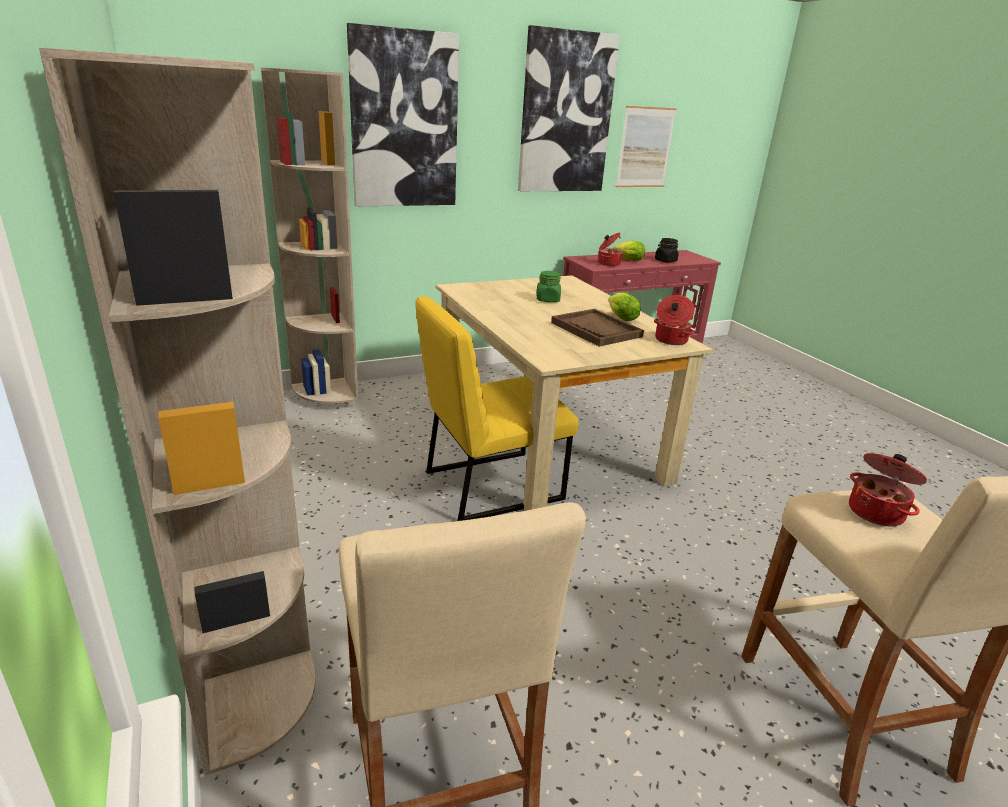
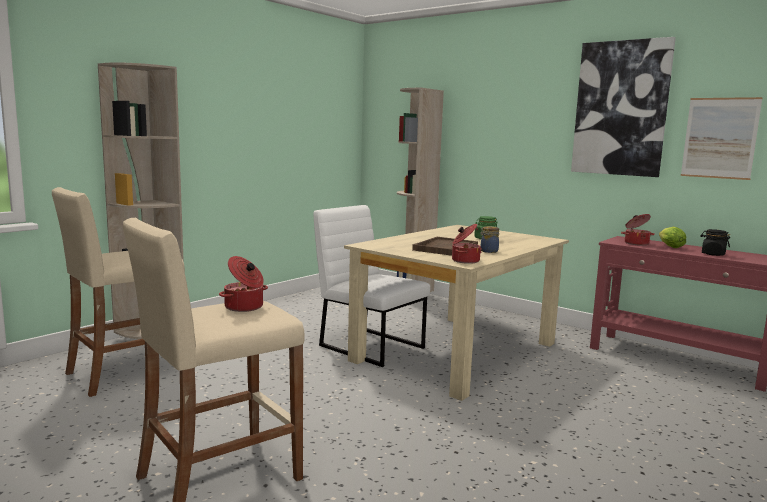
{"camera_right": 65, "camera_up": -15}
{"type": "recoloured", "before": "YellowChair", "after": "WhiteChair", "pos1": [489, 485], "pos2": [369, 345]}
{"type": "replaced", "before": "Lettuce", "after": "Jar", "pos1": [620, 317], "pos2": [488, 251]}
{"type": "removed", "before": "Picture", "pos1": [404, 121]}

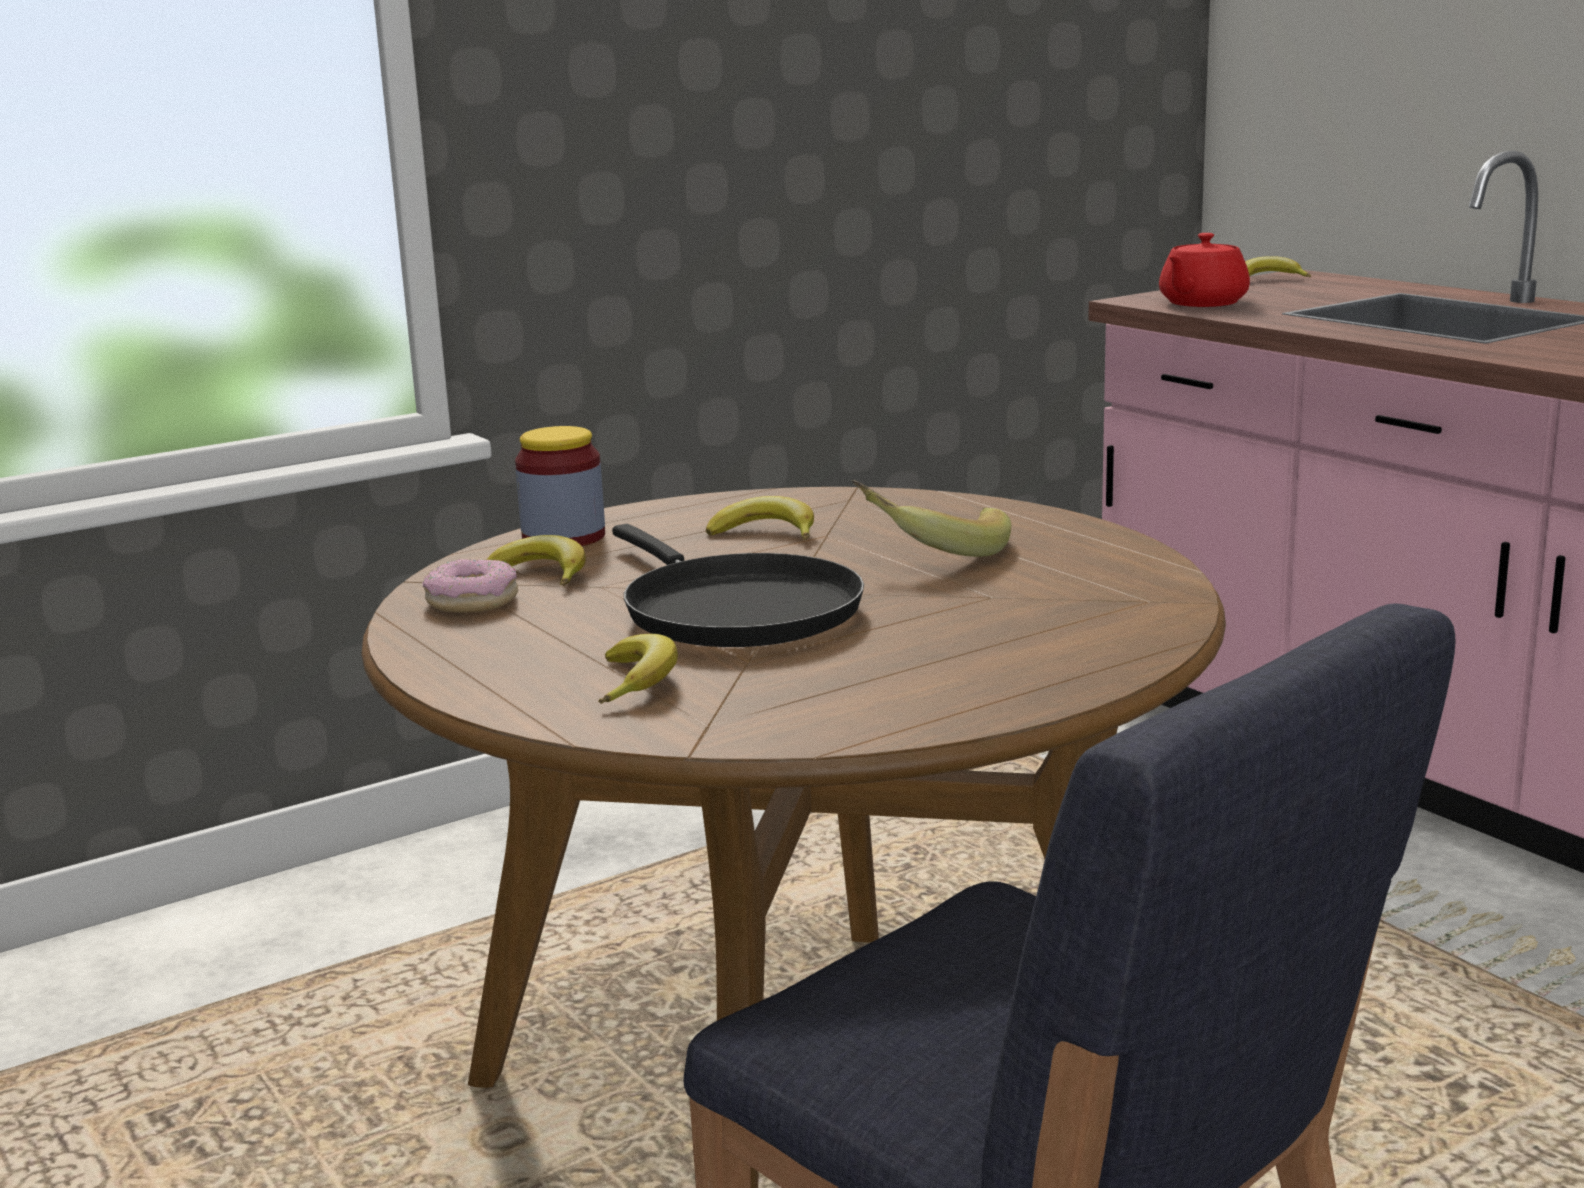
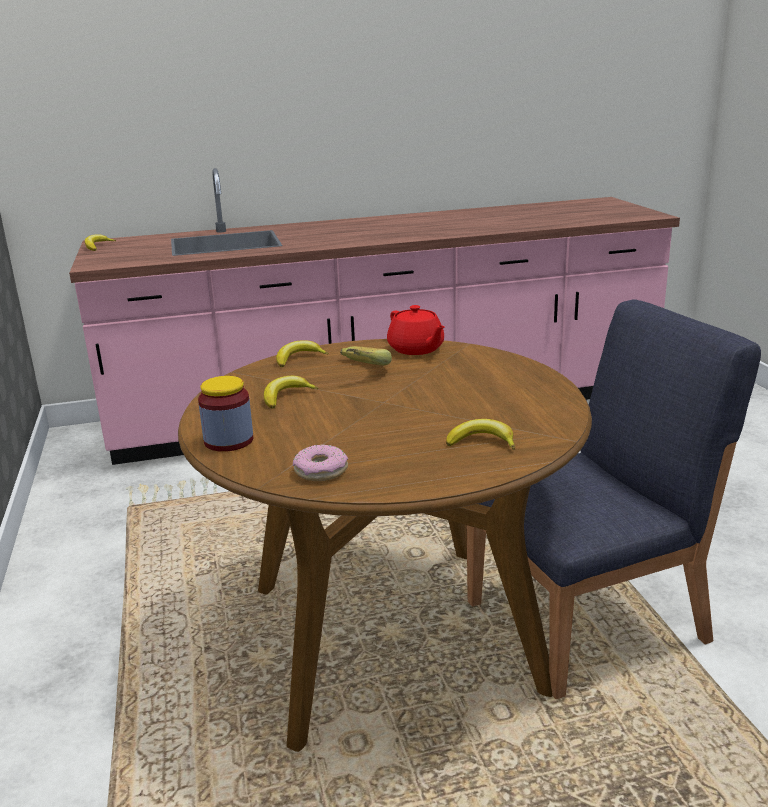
{"camera_right": -70, "camera_up": 5}
{"type": "moved", "before": "Banana", "pos1": [541, 574], "pos2": [299, 359]}
{"type": "moved", "before": "RedTeapot", "pos1": [1201, 303], "pos2": [416, 349]}
{"type": "removed", "before": "BlackFryingPan", "pos1": [734, 610]}

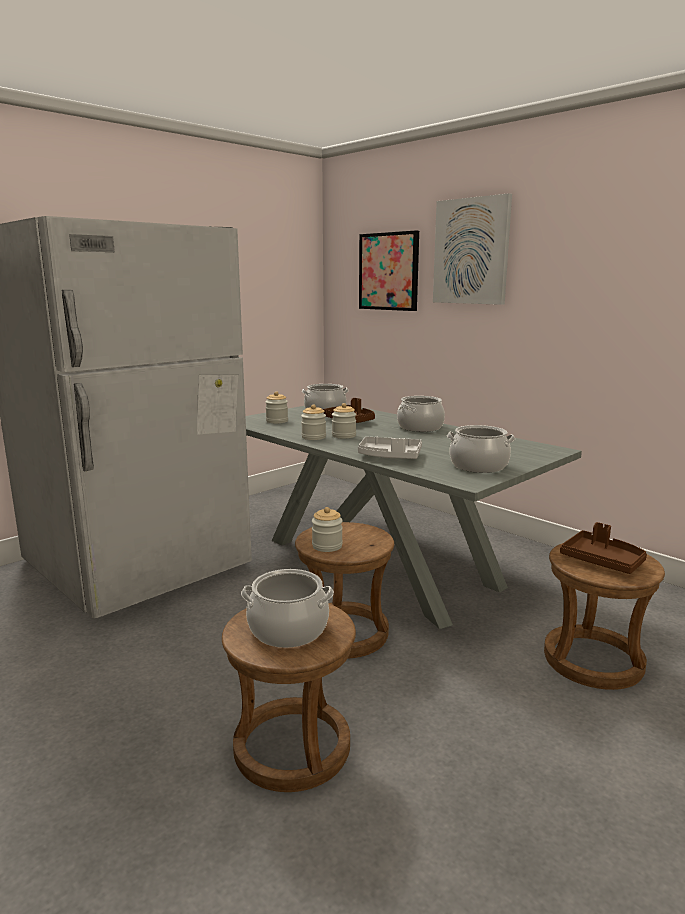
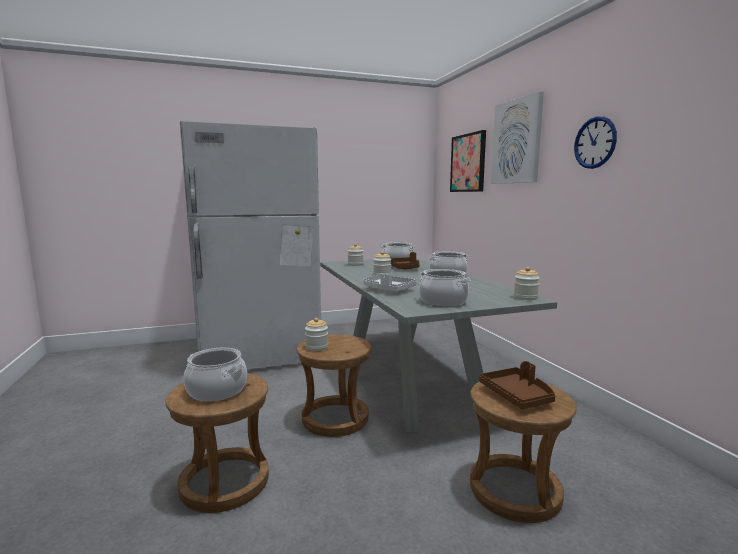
{"camera_right": 25, "camera_up": -5}
{"type": "moved", "before": "Jar", "pos1": [313, 437], "pos2": [525, 297]}
{"type": "added", "after": "WallClock", "pos2": [595, 142]}

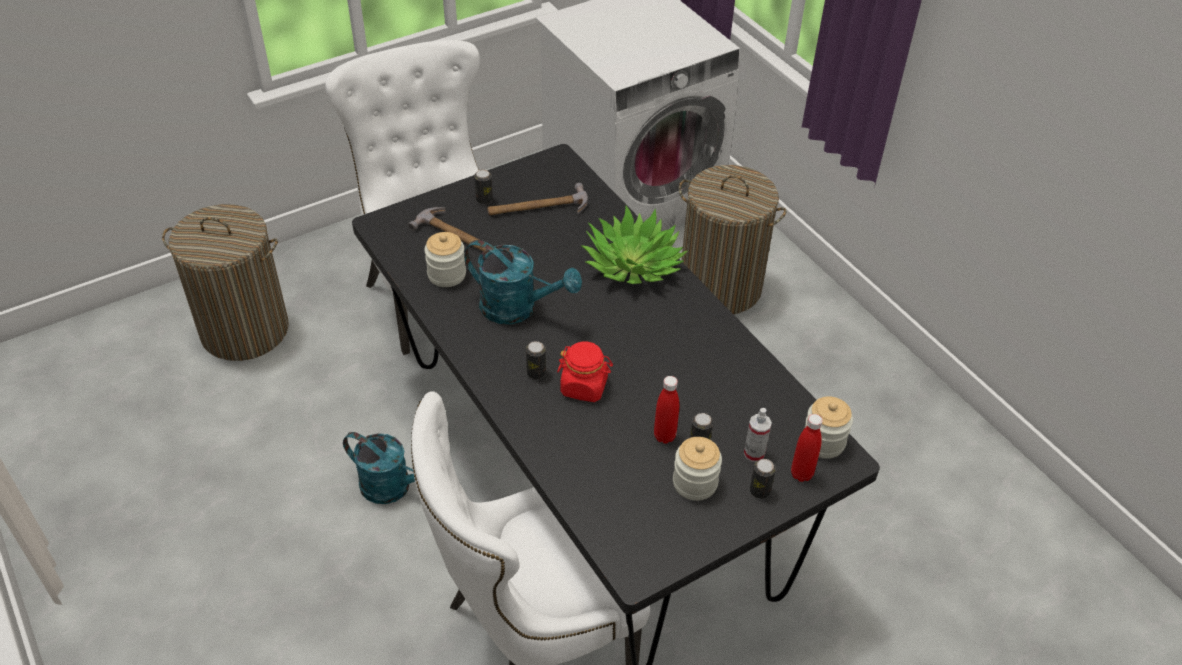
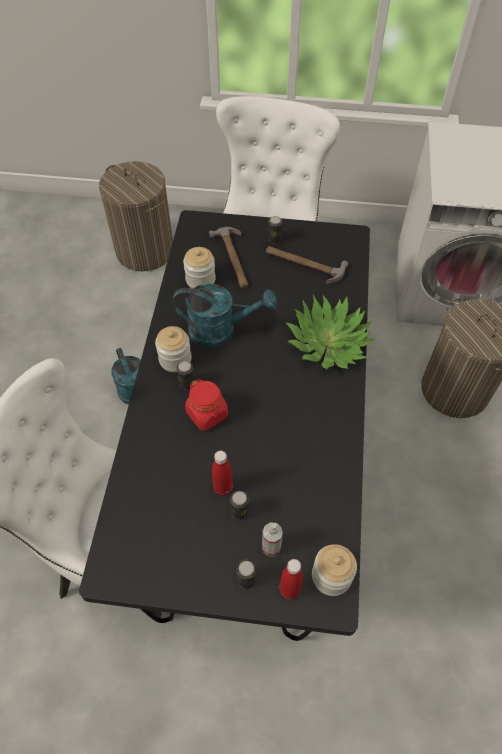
{"camera_right": 40, "camera_up": 10}
{"type": "moved", "before": "Jar", "pos1": [695, 483], "pos2": [175, 359]}
{"type": "turned", "before": "TurquoiseWateringCan", "pos1": [518, 308], "pos2": [220, 330], "turn": -60}

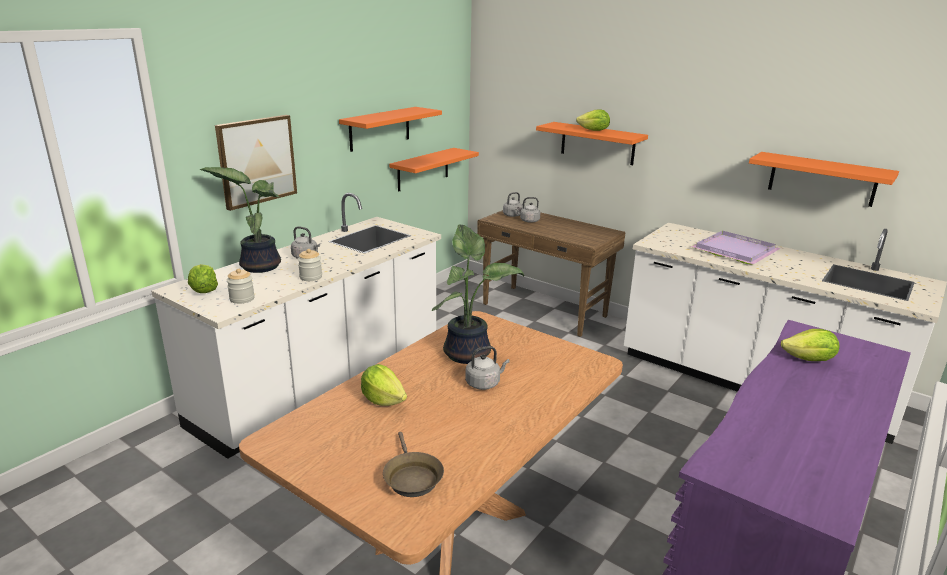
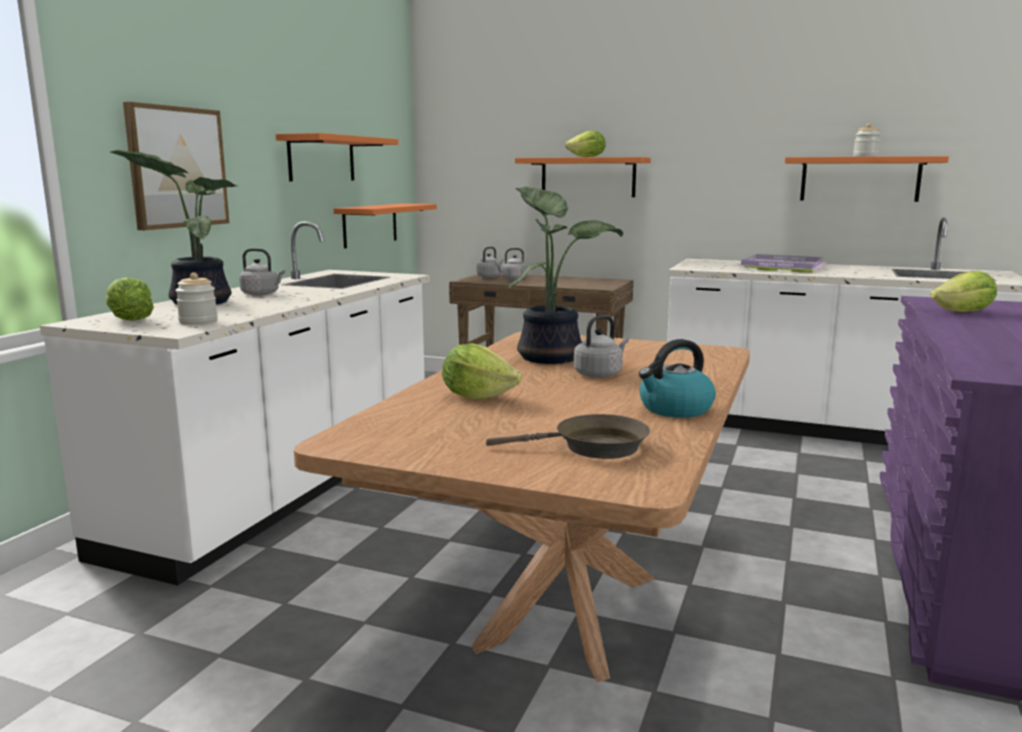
{"camera_right": -15, "camera_up": -10}
{"type": "turned", "before": "BrownFryingPan", "pos1": [411, 477], "pos2": [593, 447], "turn": -60}
{"type": "added", "after": "Kettle", "pos2": [675, 409]}
{"type": "moved", "before": "Jar", "pos1": [311, 277], "pos2": [865, 156]}

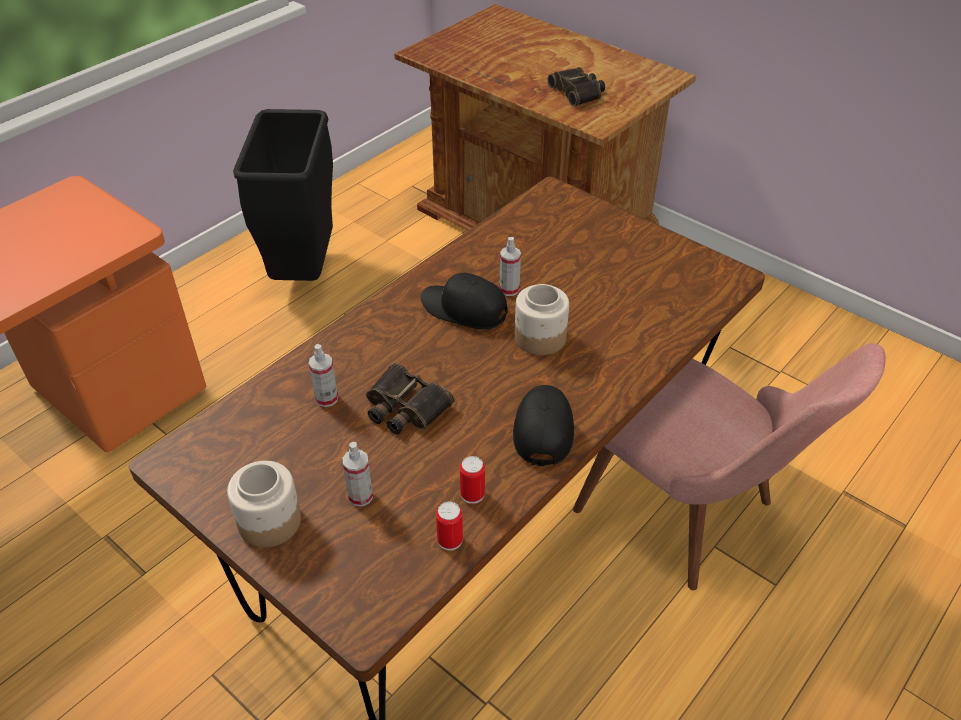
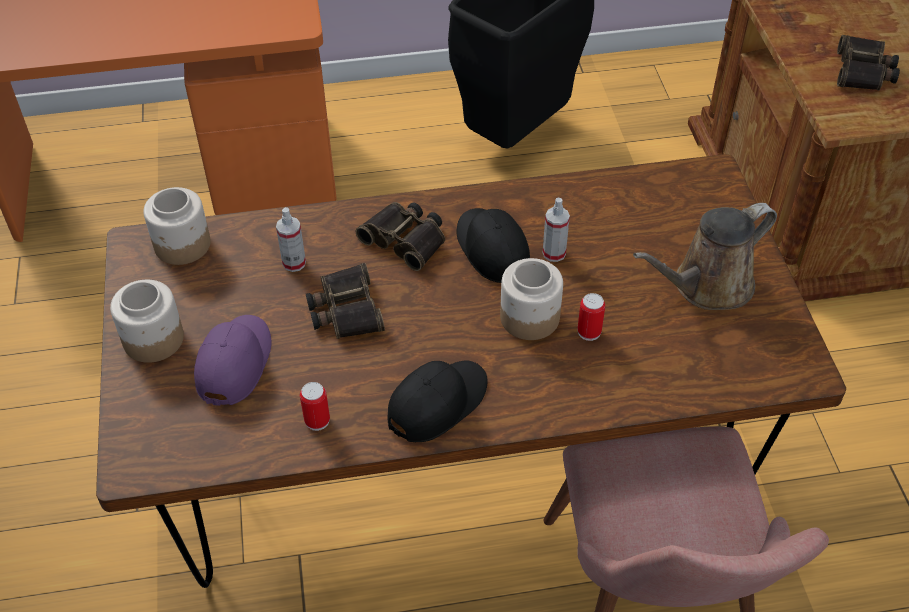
{"camera_right": 40, "camera_up": 5}
{"type": "added", "after": "Jar", "pos2": [182, 245]}
{"type": "replaced", "before": "SprayBottle", "after": "PurpleCap", "pos1": [360, 496], "pos2": [234, 363]}
{"type": "added", "after": "Binoculars", "pos2": [406, 239]}
{"type": "moved", "before": "Can", "pos1": [450, 540], "pos2": [589, 332]}
{"type": "added", "after": "BrownWateringCan", "pos2": [707, 286]}

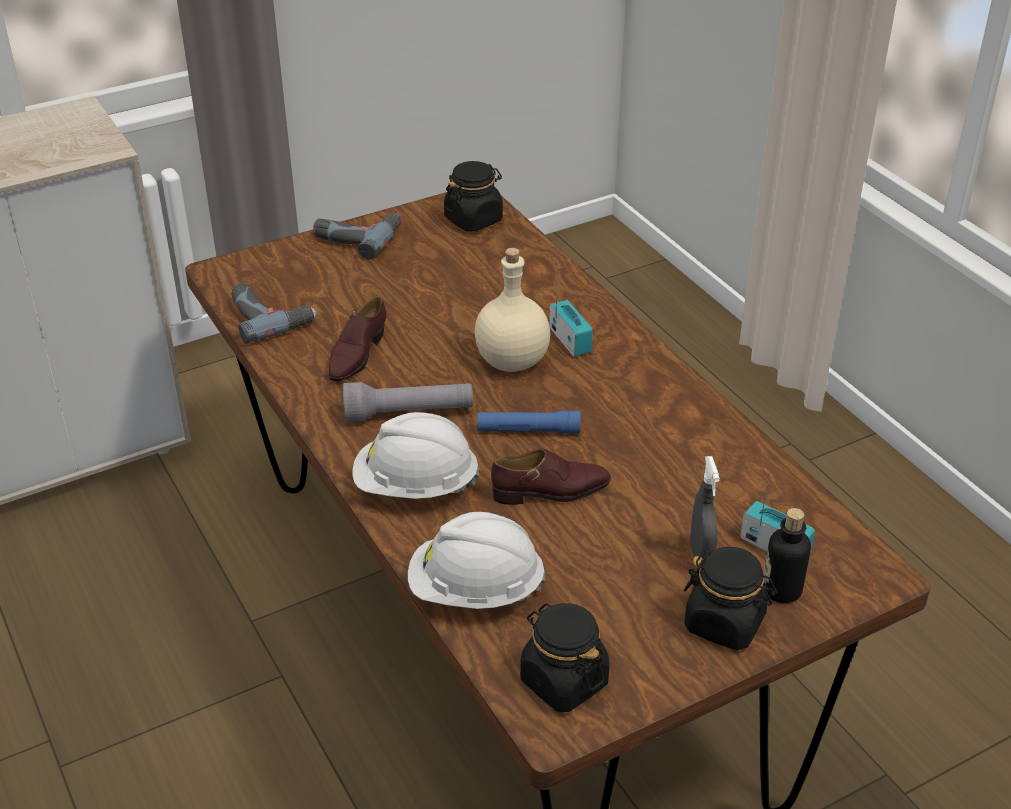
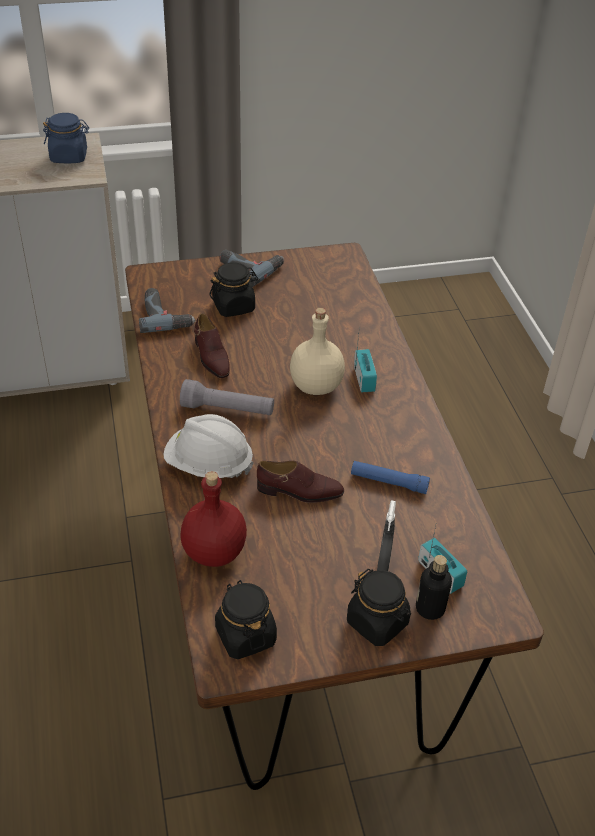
{"camera_right": 15, "camera_up": 5}
{"type": "added", "after": "BlueJar", "pos2": [69, 156]}
{"type": "replaced", "before": "WhiteHardHat", "after": "RedBottle", "pos1": [475, 590], "pos2": [215, 552]}
{"type": "turned", "before": "BrownShoe", "pos1": [356, 354], "pos2": [211, 357], "turn": -60}
{"type": "moved", "before": "BlackJar", "pos1": [473, 219], "pos2": [234, 306]}
{"type": "moved", "before": "BlueFlashlight", "pos1": [528, 430], "pos2": [388, 482]}

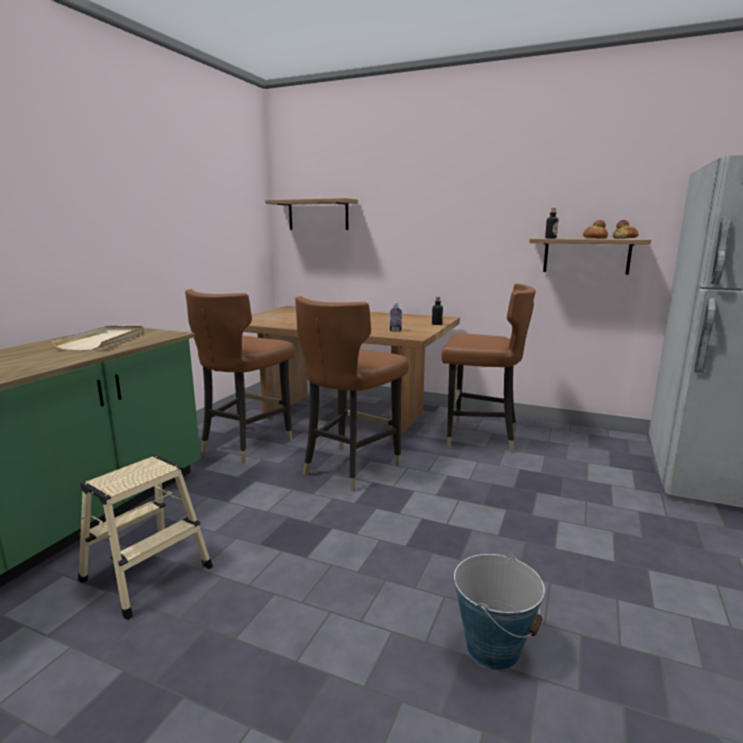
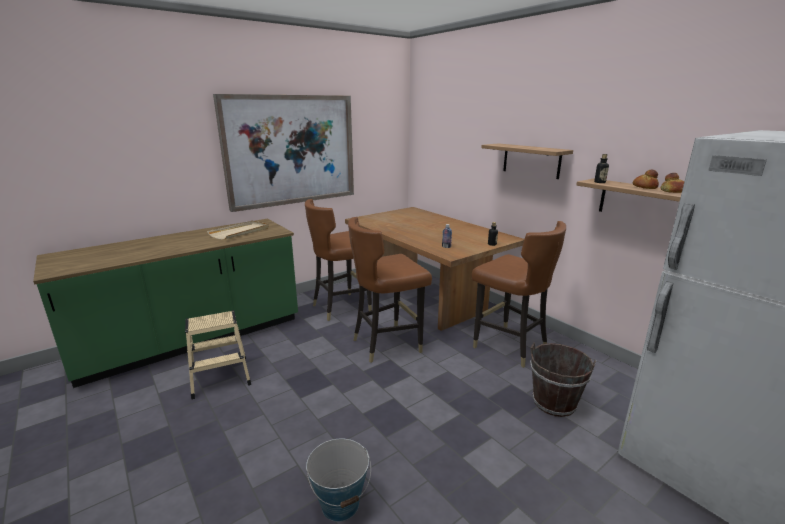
{"camera_right": 30, "camera_up": 5}
{"type": "added", "after": "Picture", "pos2": [291, 150]}
{"type": "moved", "before": "Shelf", "pos1": [318, 215], "pos2": [531, 160]}
{"type": "added", "after": "BrownBucket", "pos2": [554, 403]}

